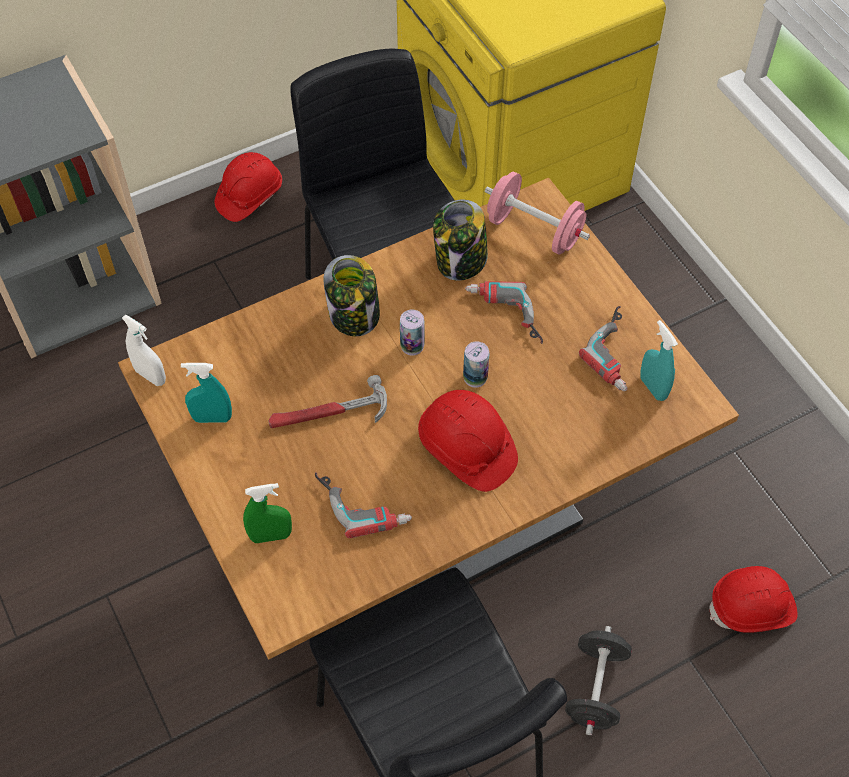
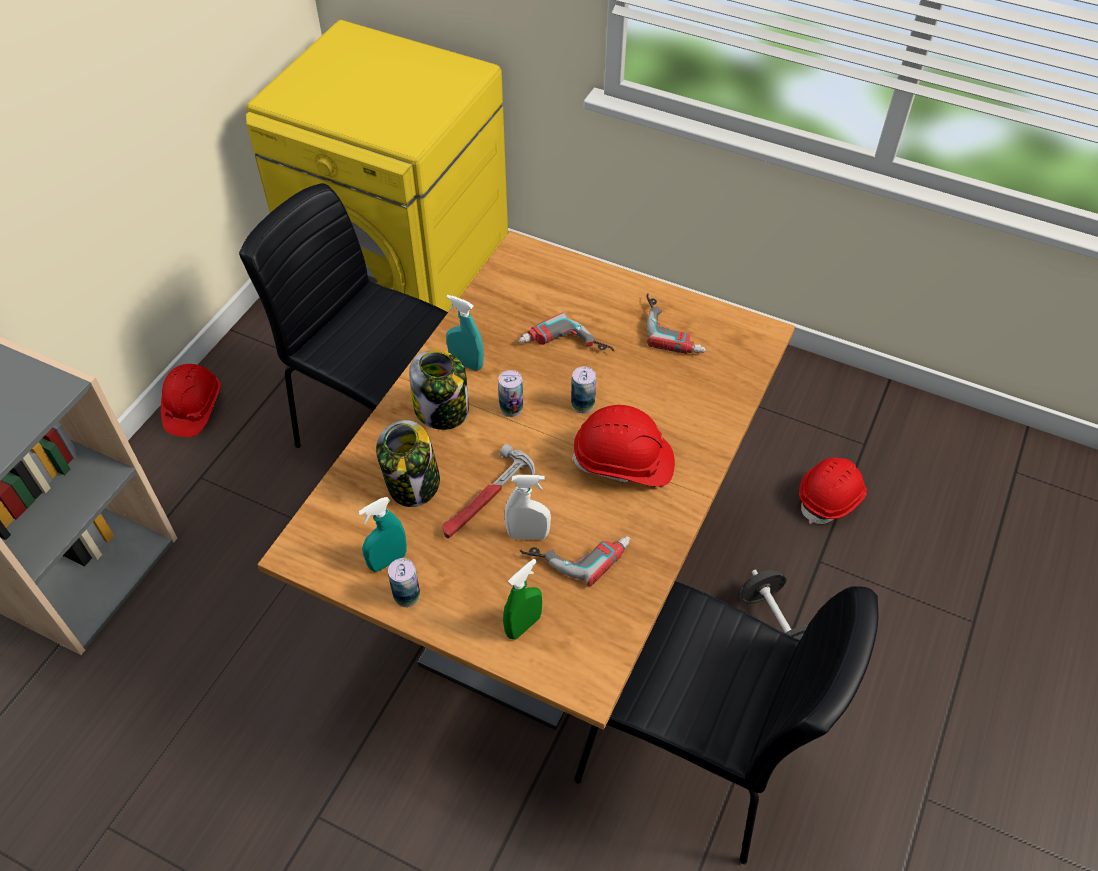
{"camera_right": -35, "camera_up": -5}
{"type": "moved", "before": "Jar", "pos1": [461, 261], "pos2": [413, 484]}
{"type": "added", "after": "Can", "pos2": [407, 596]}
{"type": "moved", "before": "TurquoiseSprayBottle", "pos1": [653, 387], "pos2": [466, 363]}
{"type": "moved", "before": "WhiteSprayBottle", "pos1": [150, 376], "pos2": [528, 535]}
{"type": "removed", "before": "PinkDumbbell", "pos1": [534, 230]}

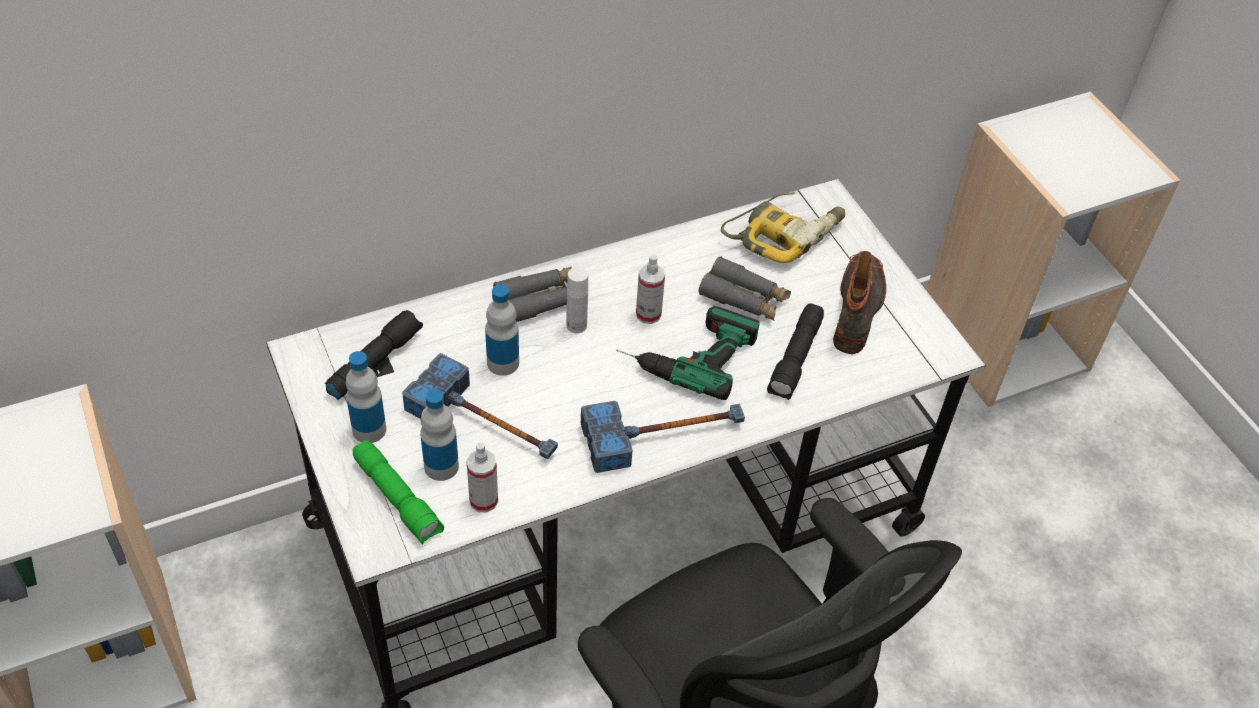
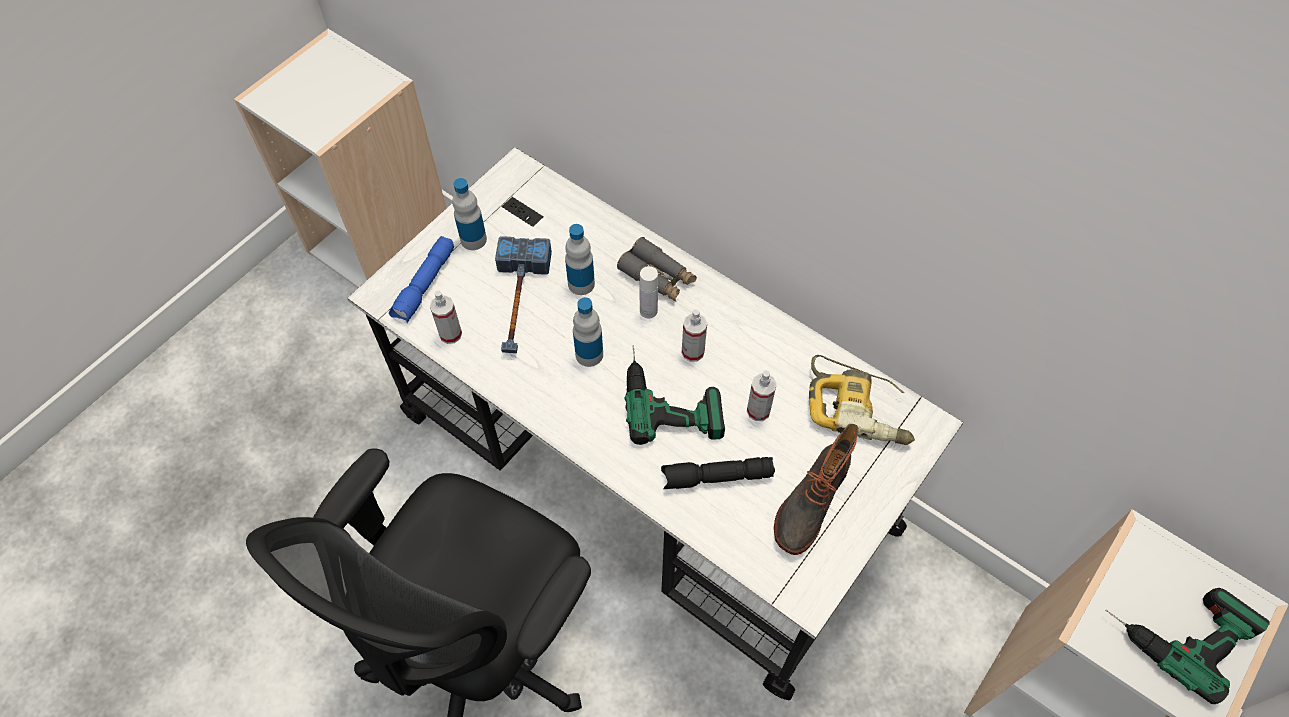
{"camera_right": 65, "camera_up": 10}
{"type": "recoloured", "before": "GreenFlashlight", "after": "BlueFlashlight", "pos1": [398, 498], "pos2": [425, 285]}
{"type": "moved", "before": "Bottle", "pos1": [441, 466], "pos2": [589, 354]}
{"type": "replaced", "before": "GreyBinoculars", "after": "SprayBottle", "pos1": [744, 298], "pos2": [758, 410]}
{"type": "turned", "before": "Boot", "pos1": [858, 309], "pos2": [809, 503], "turn": 135}
{"type": "added", "after": "PowerDrill", "pos2": [1177, 627]}
{"type": "removed", "before": "BlackFlashlight", "pos1": [374, 361]}
{"type": "removed", "before": "Hammer", "pos1": [664, 434]}

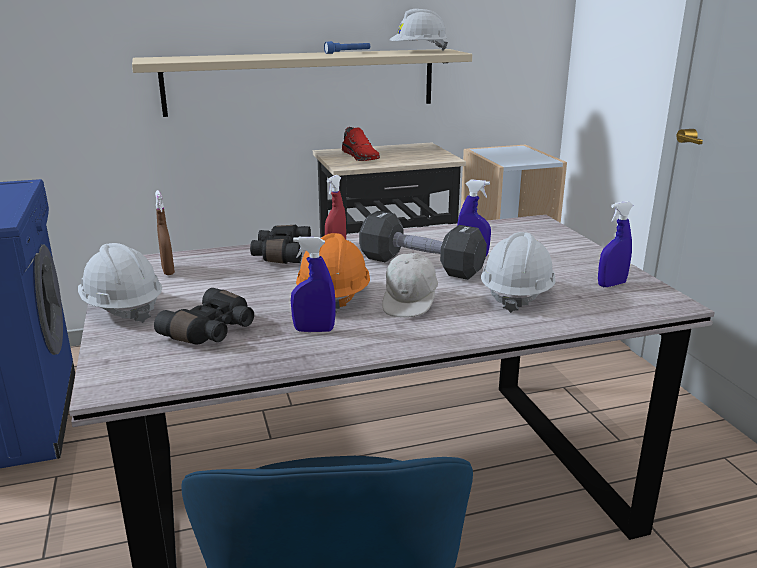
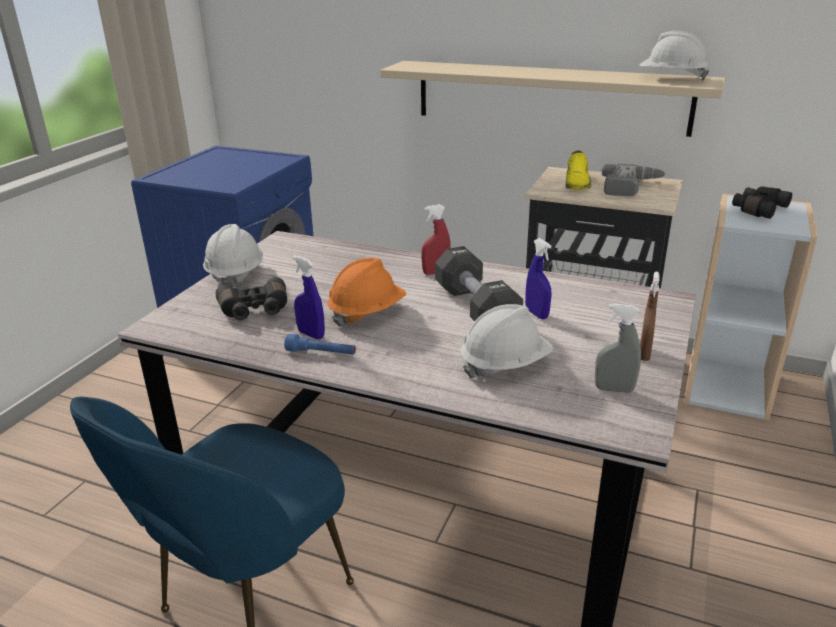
{"camera_right": 40, "camera_up": 5}
{"type": "moved", "before": "BlueFlashlight", "pos1": [348, 53], "pos2": [321, 353]}
{"type": "recoloured", "before": "RedShoe", "after": "YellowShoe", "pos1": [361, 156], "pos2": [578, 183]}
{"type": "recoloured", "before": "BlueSprayBottle", "after": "GreySprayBottle", "pos1": [611, 284], "pos2": [614, 389]}
{"type": "added", "after": "PowerDrill", "pos2": [632, 187]}
{"type": "moved", "before": "BrownSprayBottle", "pos1": [168, 271], "pos2": [644, 354]}
{"type": "moved", "before": "BlackBinoculars", "pos1": [280, 254], "pos2": [757, 210]}
{"type": "removed", "before": "WhiteCap", "pos1": [410, 302]}

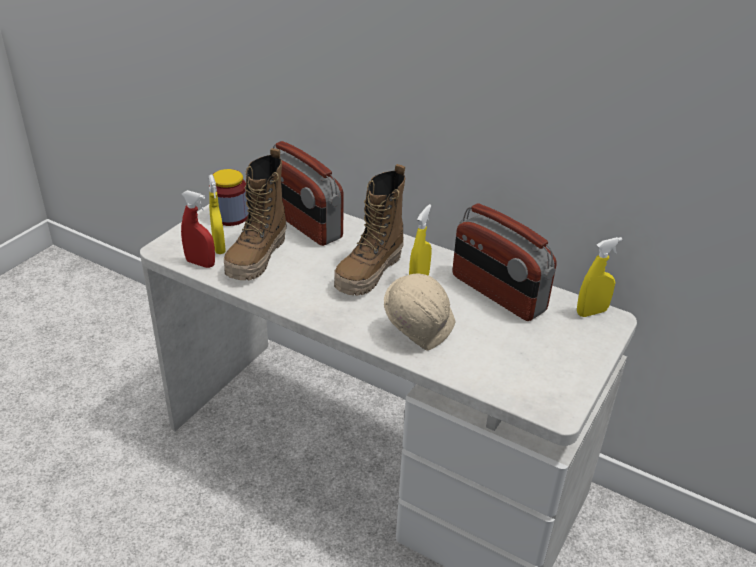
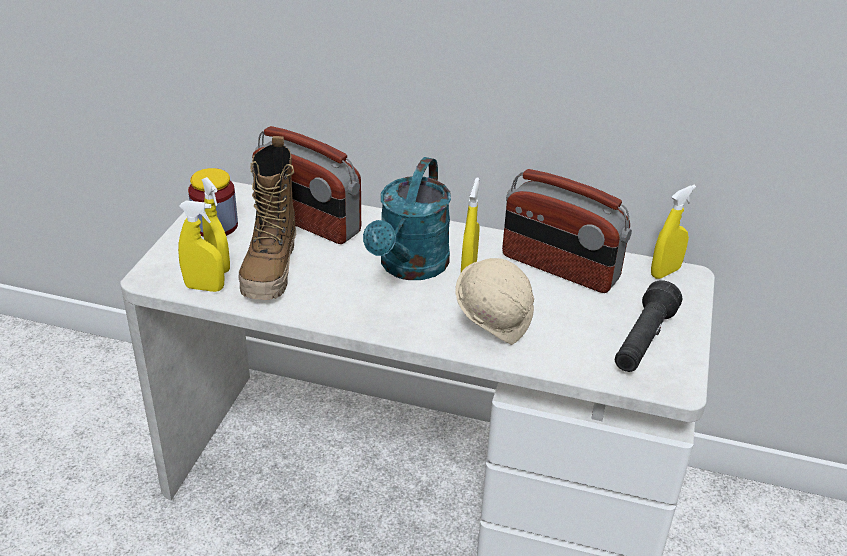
{"camera_right": -15, "camera_up": 0}
{"type": "recoloured", "before": "RedSprayBottle", "after": "YellowSprayBottle", "pos1": [200, 263], "pos2": [204, 288]}
{"type": "replaced", "before": "Boot", "after": "TurquoiseWateringCan", "pos1": [370, 273], "pos2": [410, 268]}
{"type": "added", "after": "BlackFlashlight", "pos2": [643, 341]}

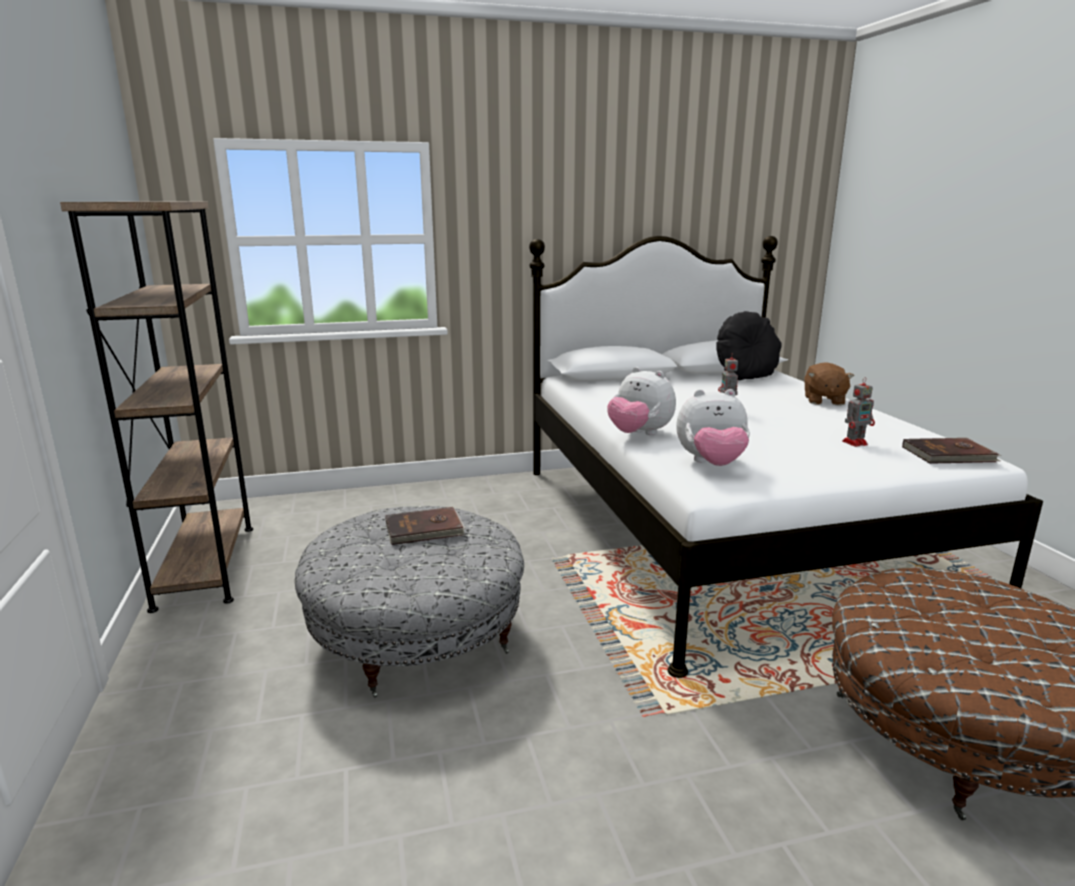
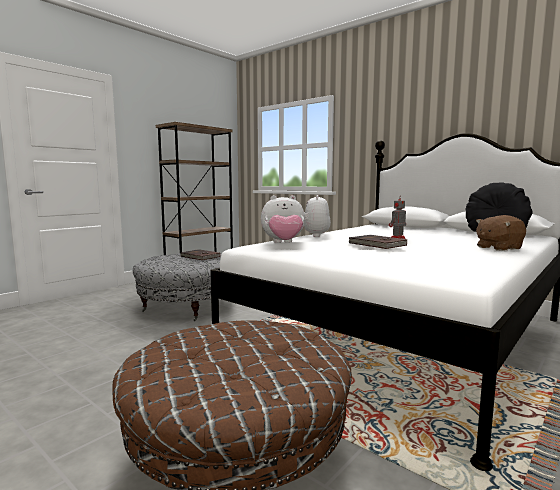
{"camera_right": 55, "camera_up": -10}
{"type": "turned", "before": "PlushToy", "pos1": [711, 464], "pos2": [283, 243], "turn": -60}
{"type": "moved", "before": "BrownBook", "pos1": [949, 455], "pos2": [377, 244]}
{"type": "removed", "before": "ToyRobot", "pos1": [855, 442]}

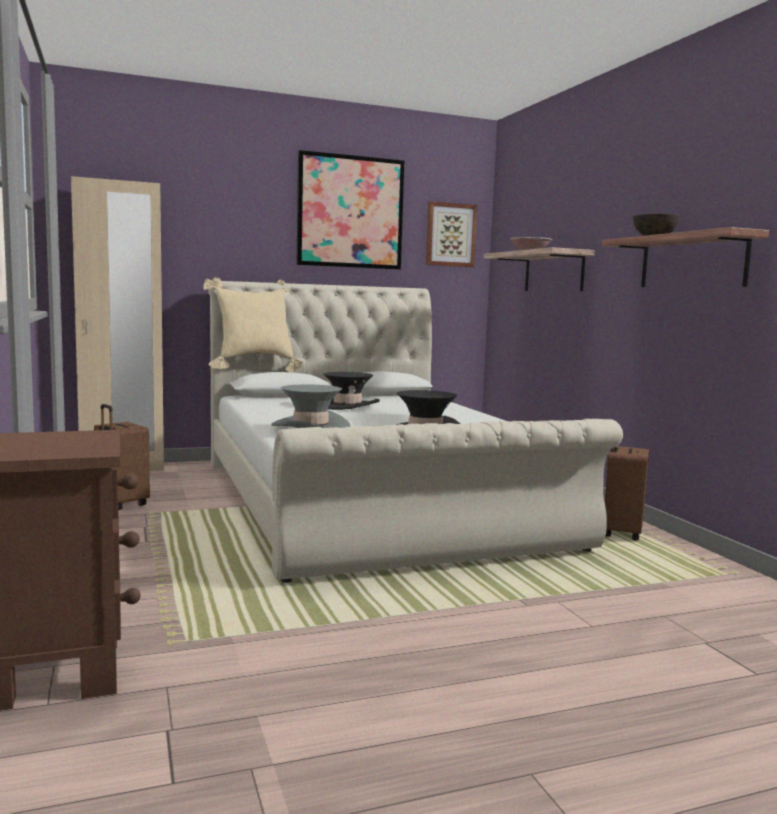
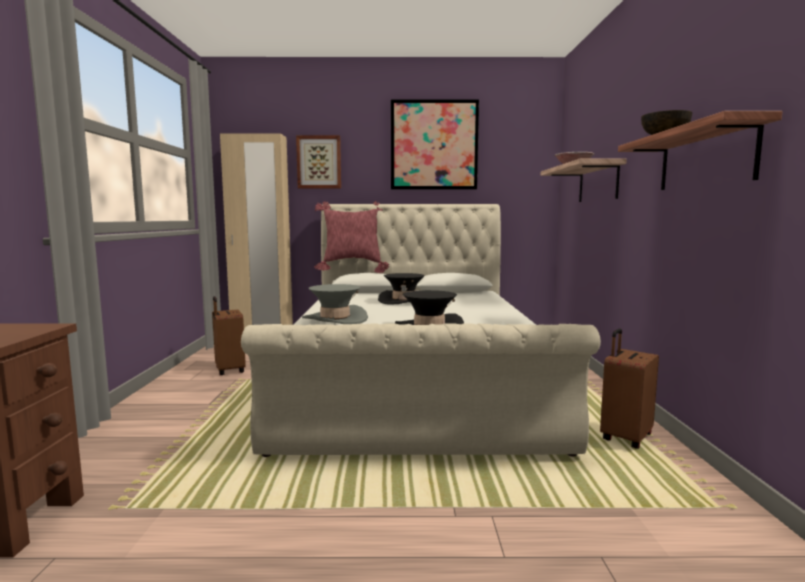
{"camera_right": 20, "camera_up": 0}
{"type": "moved", "before": "Picture", "pos1": [450, 235], "pos2": [319, 162]}
{"type": "recoloured", "before": "BeigePillow", "after": "RedPillow", "pos1": [253, 371], "pos2": [352, 272]}

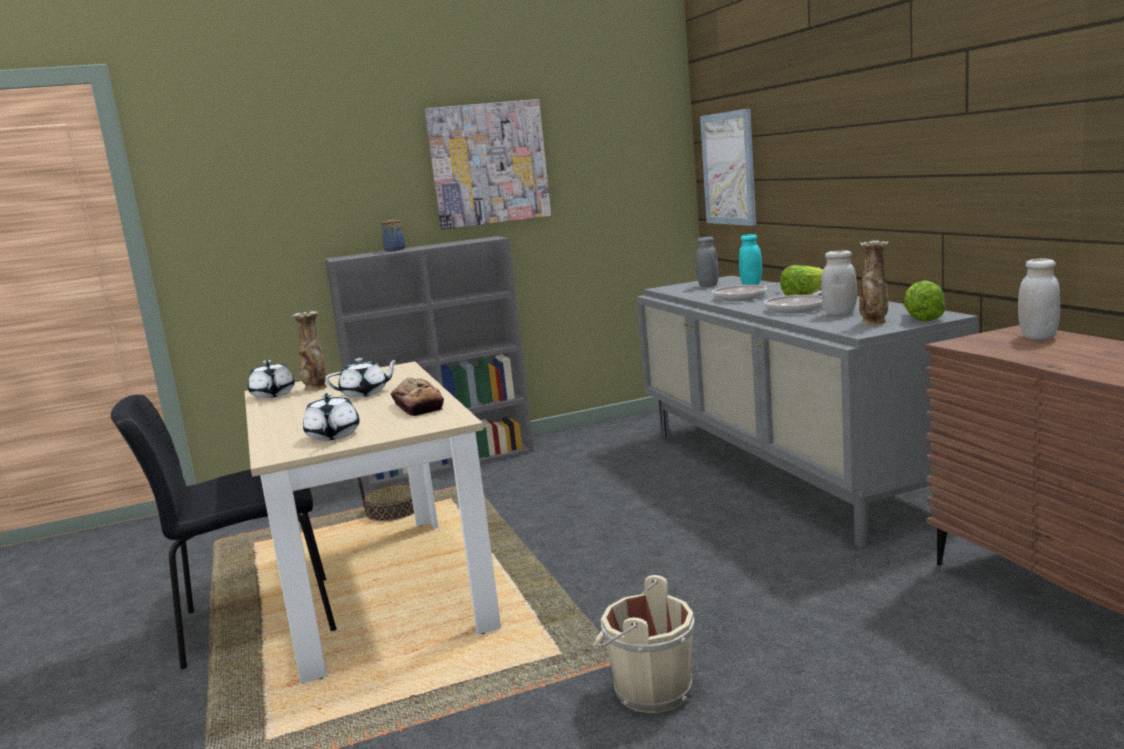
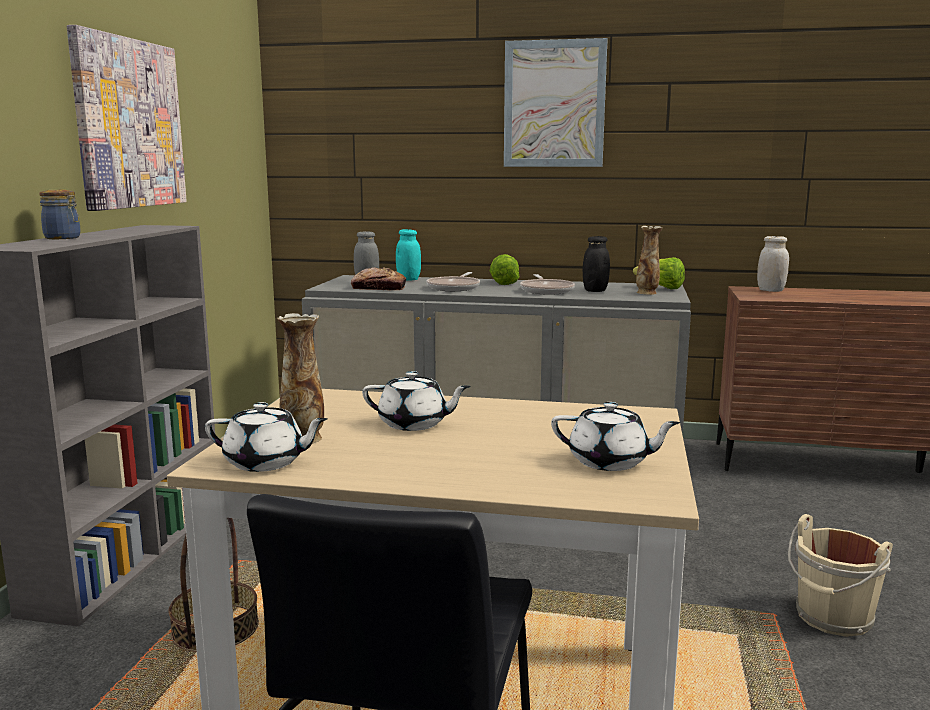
{"camera_right": -60, "camera_up": 0}
{"type": "moved", "before": "Bread", "pos1": [418, 406], "pos2": [378, 288]}
{"type": "turned", "before": "WhiteTeapot", "pos1": [365, 393], "pos2": [414, 424], "turn": 90}
{"type": "moved", "before": "Picture", "pos1": [729, 168], "pos2": [554, 104]}
{"type": "recoloured", "before": "WhiteJar", "after": "BlackJar", "pos1": [839, 313], "pos2": [595, 290]}

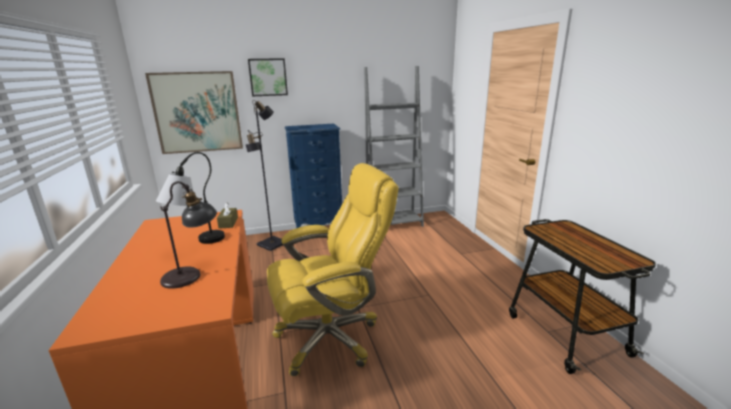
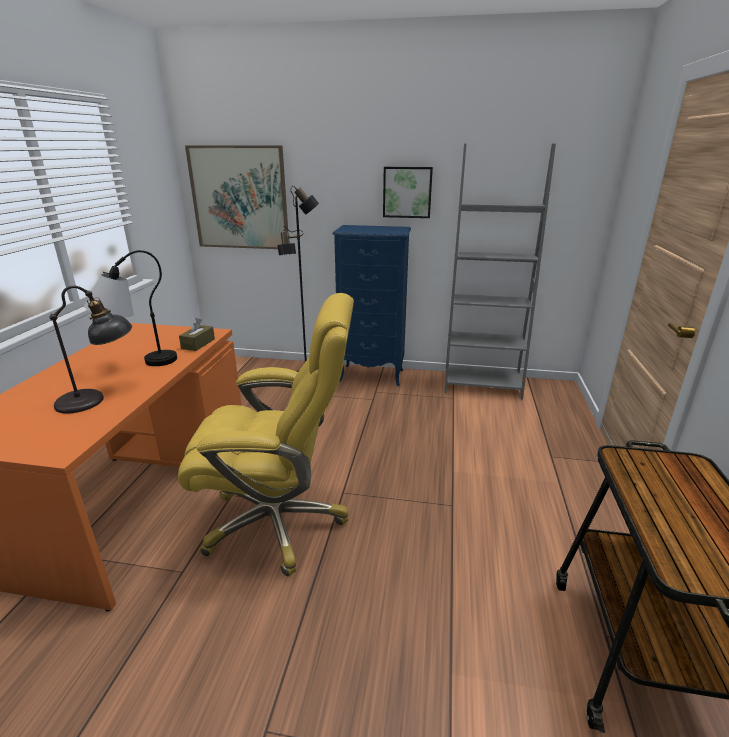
{"camera_right": 25, "camera_up": 5}
{"type": "moved", "before": "Picture", "pos1": [268, 77], "pos2": [407, 192]}

